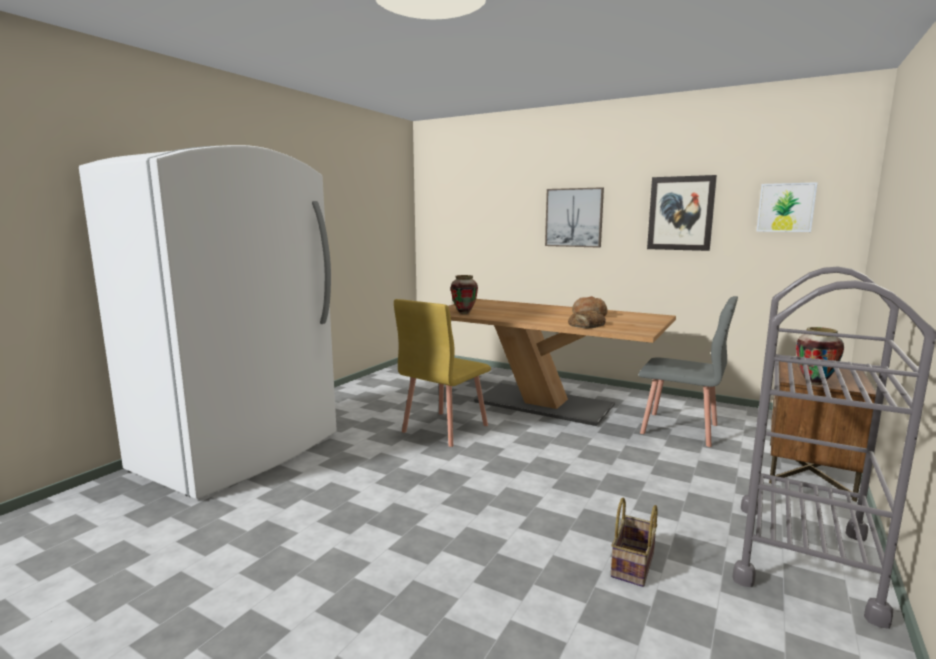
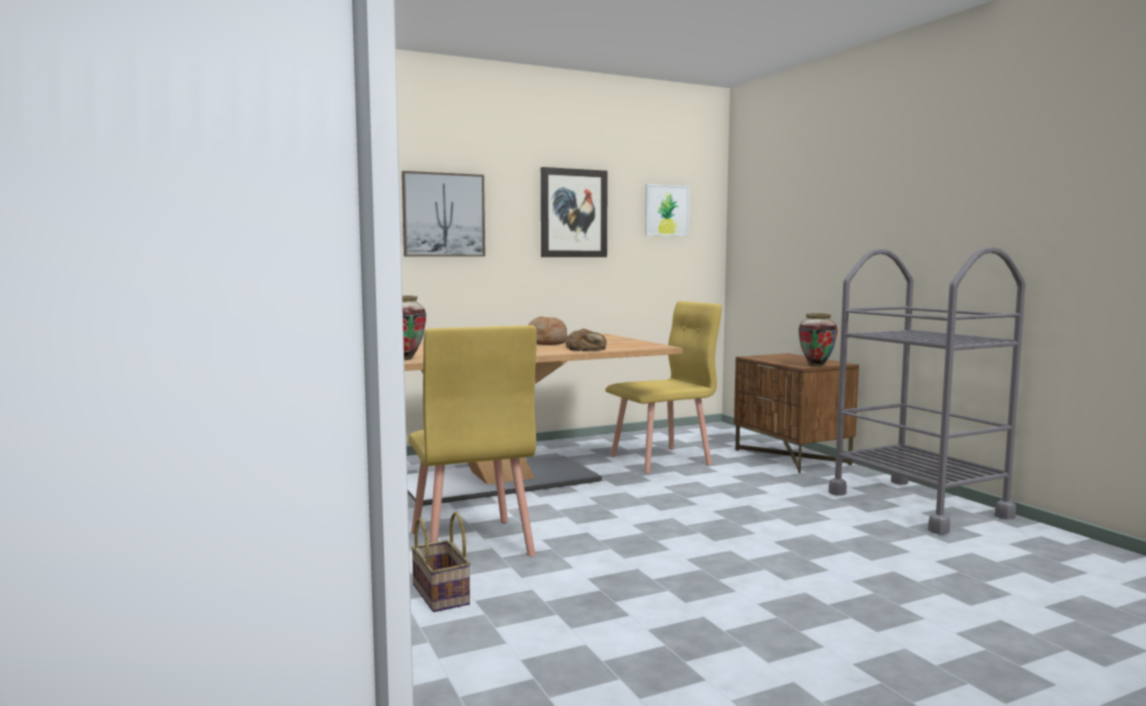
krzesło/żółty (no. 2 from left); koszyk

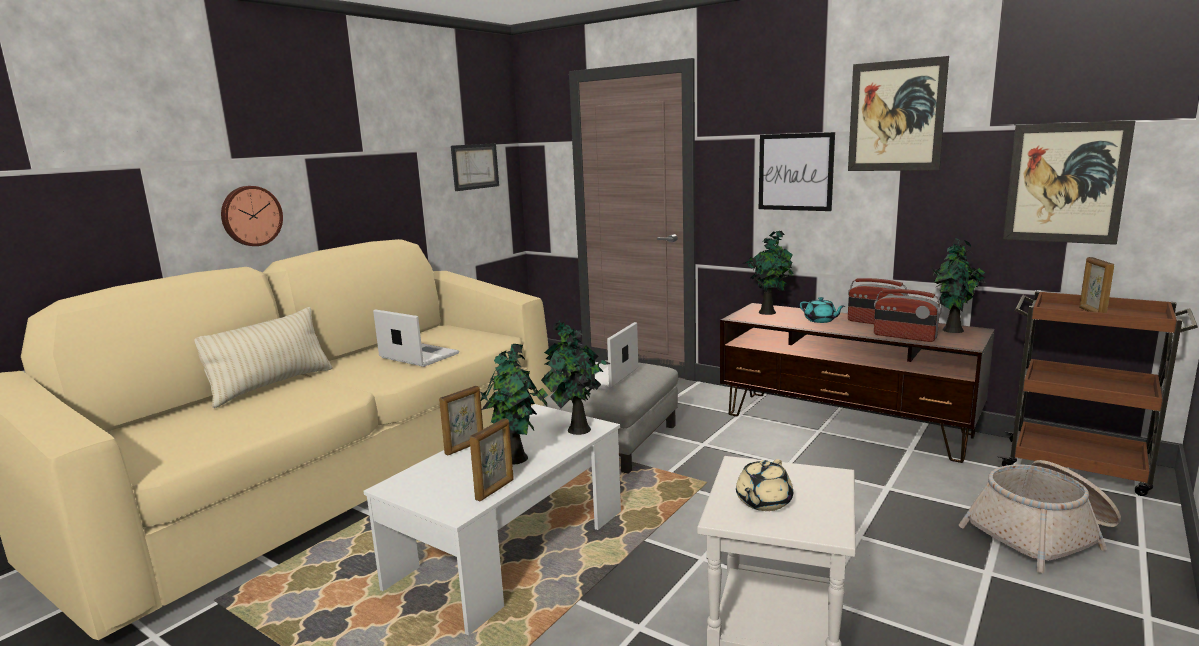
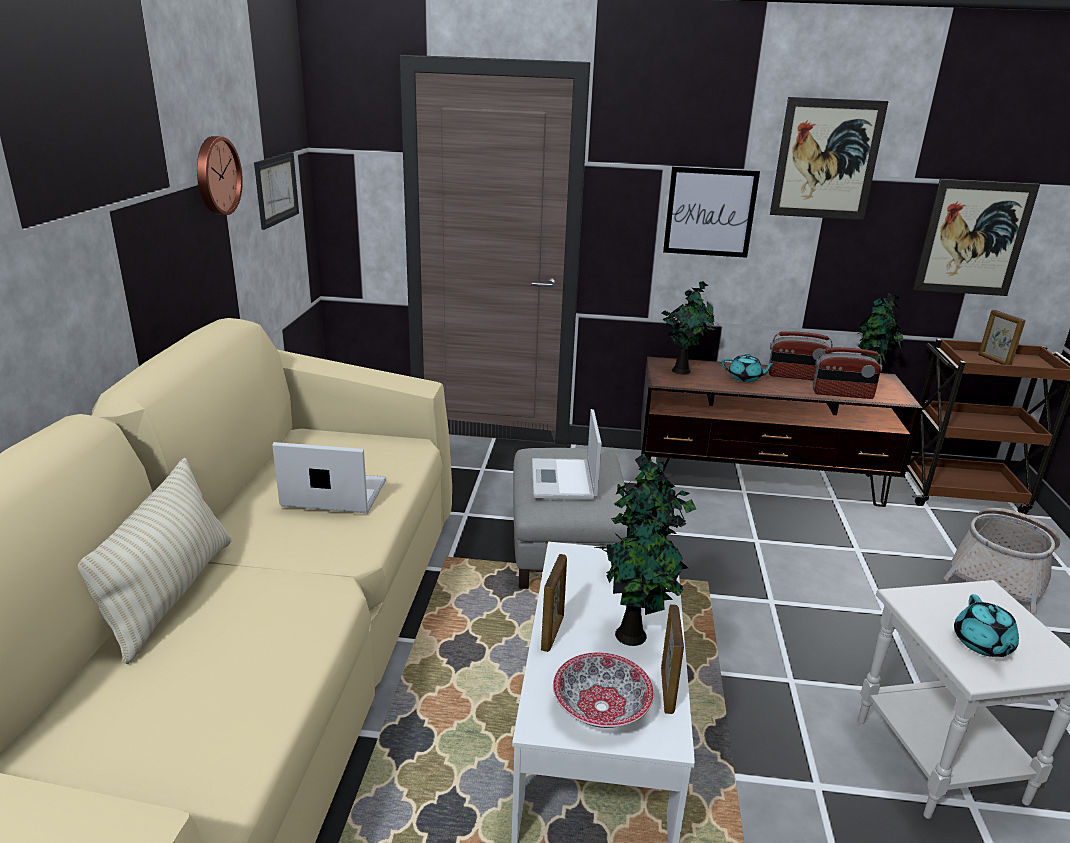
zegar ścienny; imbryk/turkusowy (no. 2 from left); miska

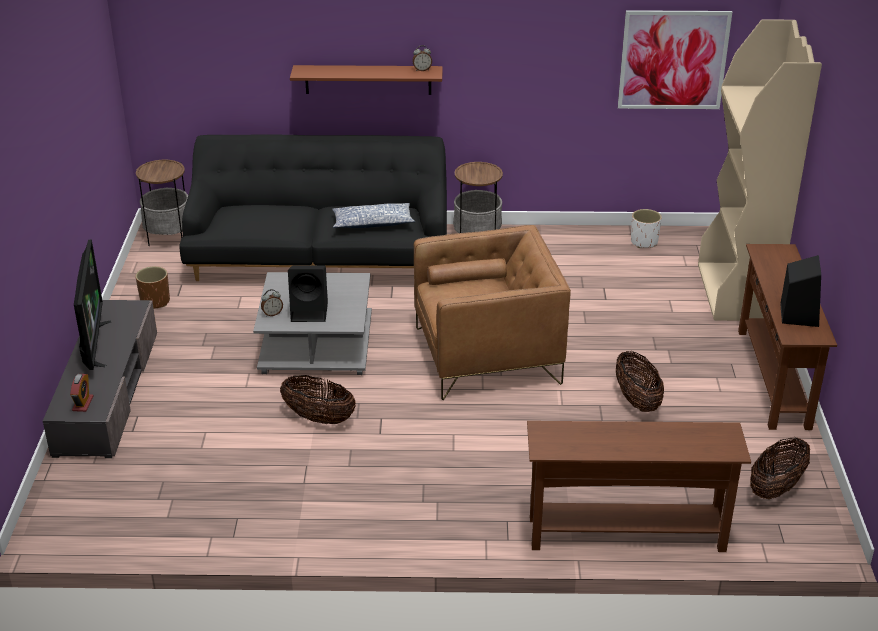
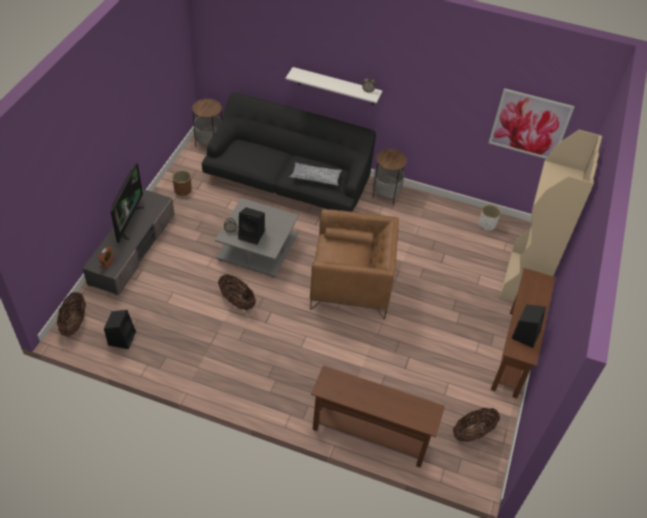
półka/biały; koszyk (no. 1 from left); głośnik/czarny (no. 1 from left)

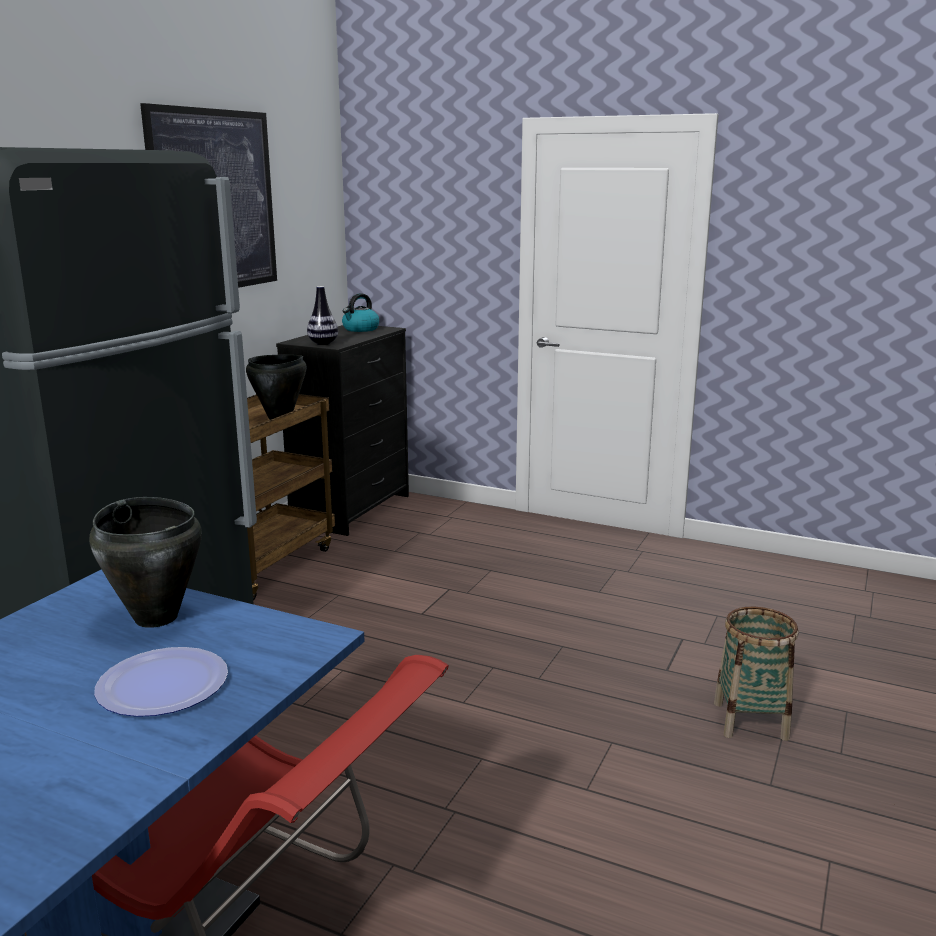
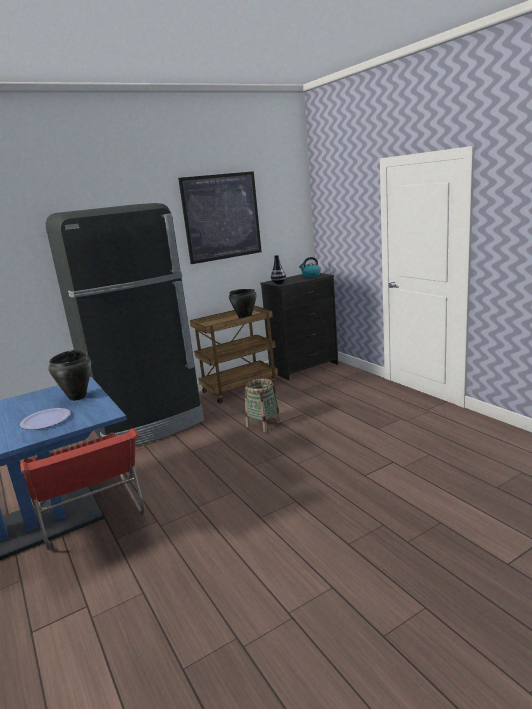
koszyk

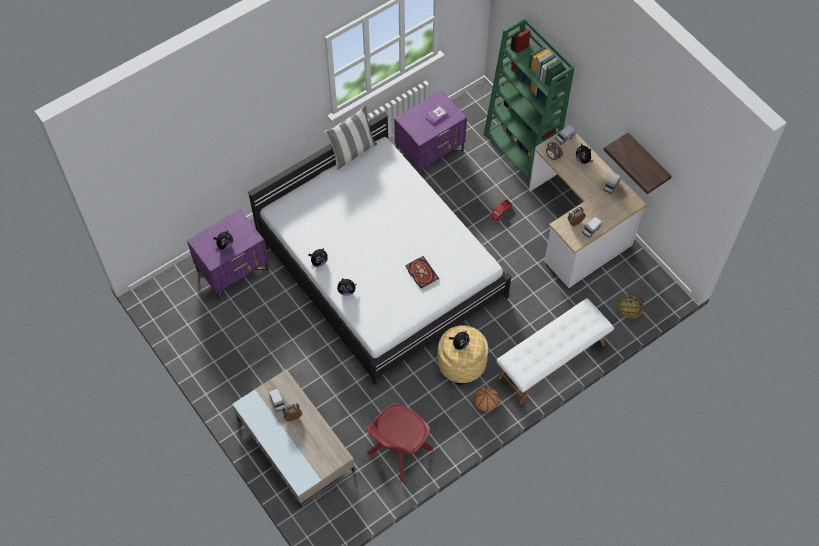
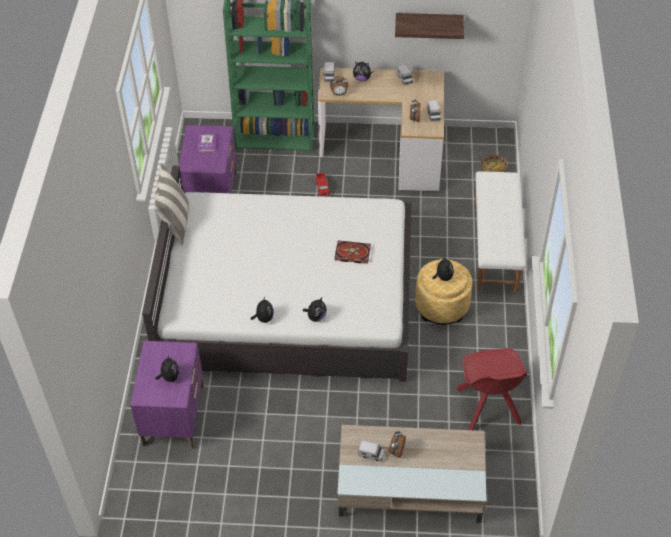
piłka do koszykówki

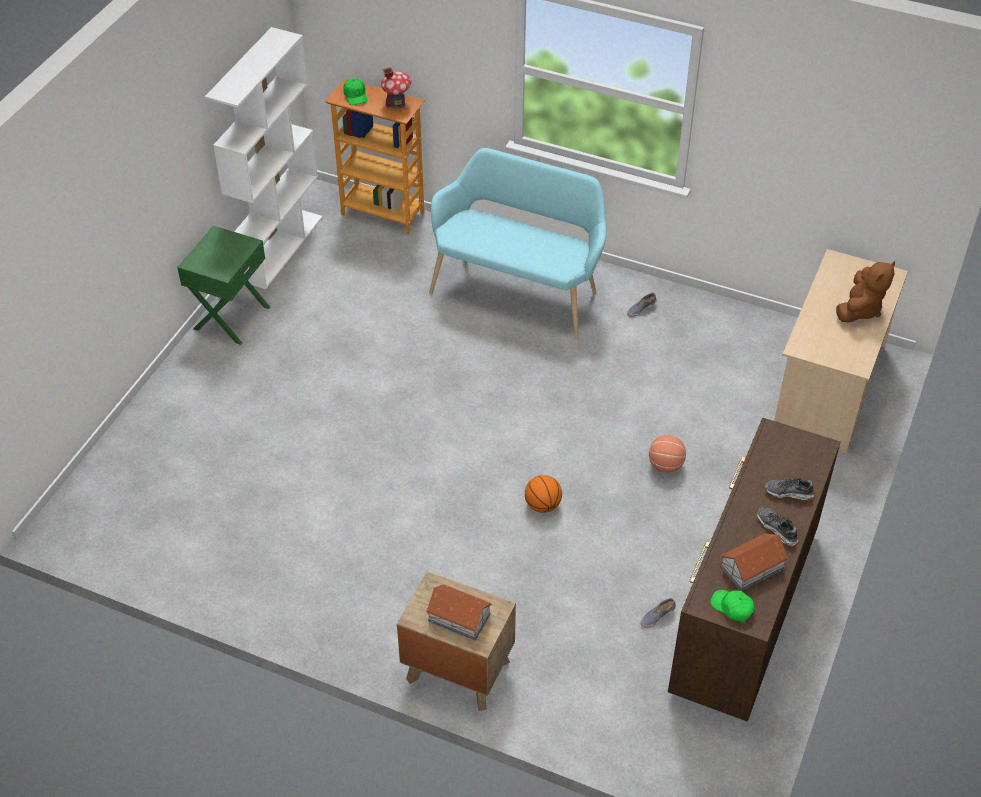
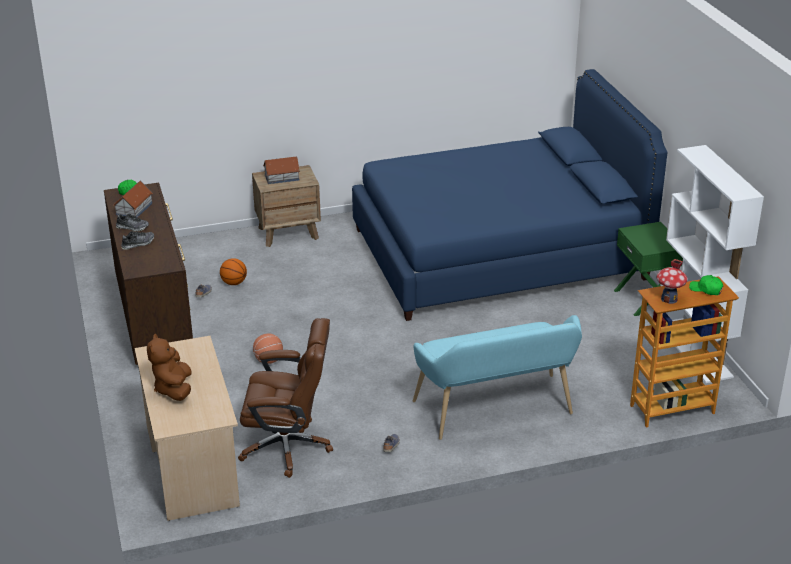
piłka do koszykówki (no. 1 from left); łóżko/niebieski; krzesło biurowe/brązowy

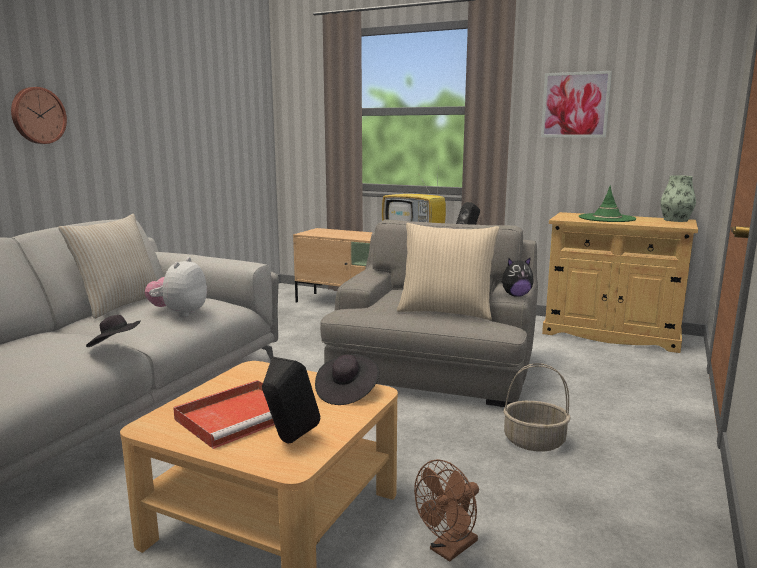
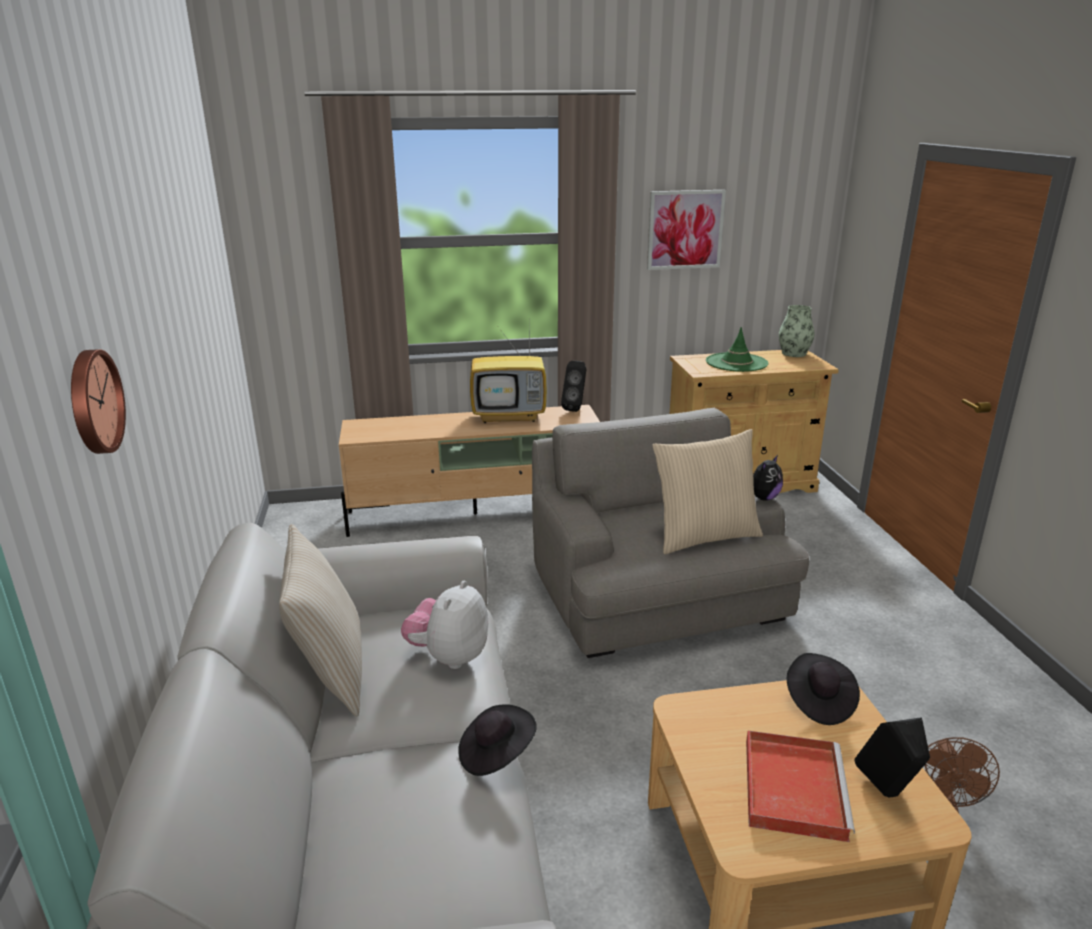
pluszak (no. 1 from left); koszyk

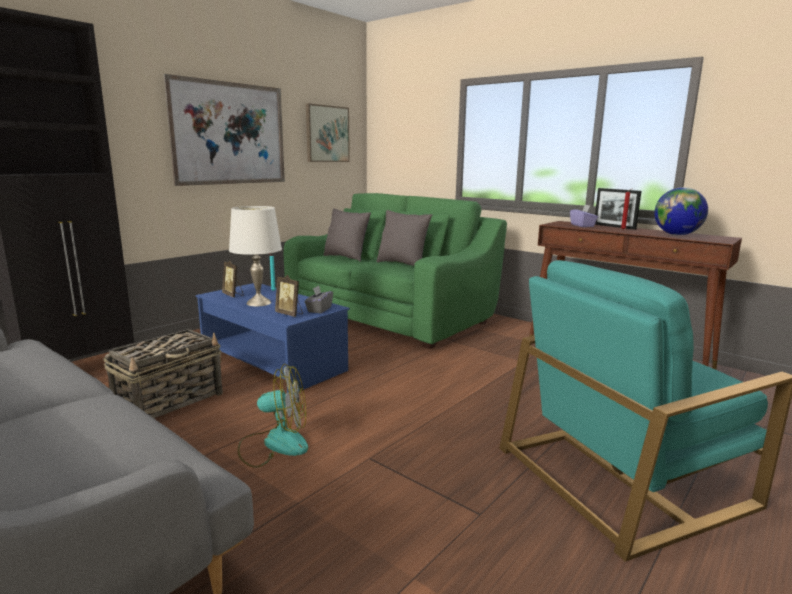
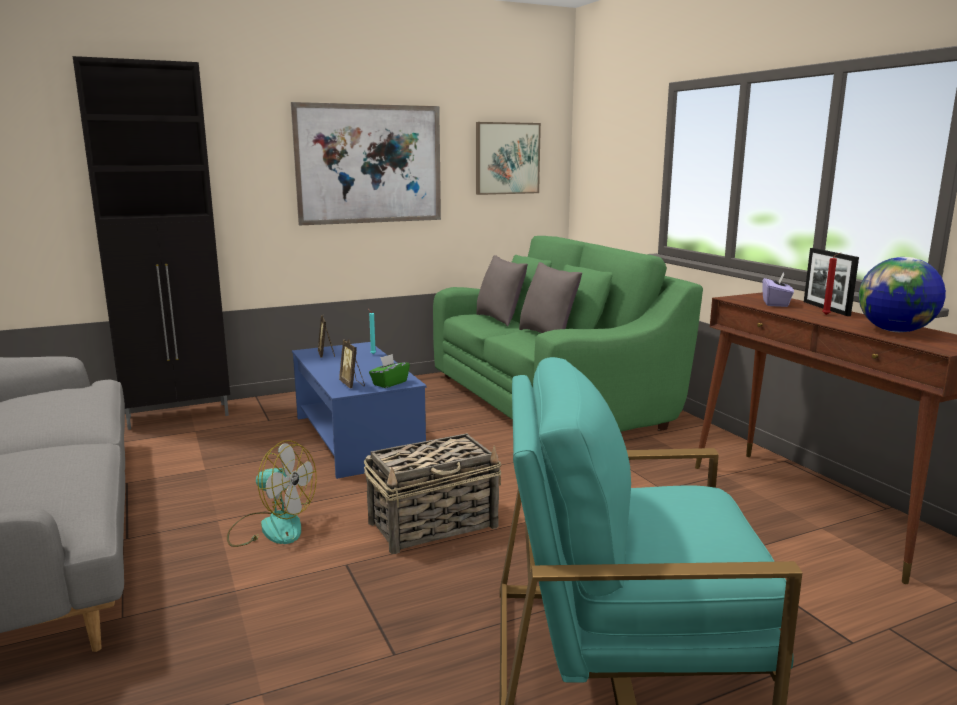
lampa stołowa/biały; pudełko chusteczek/zielony; koszyk

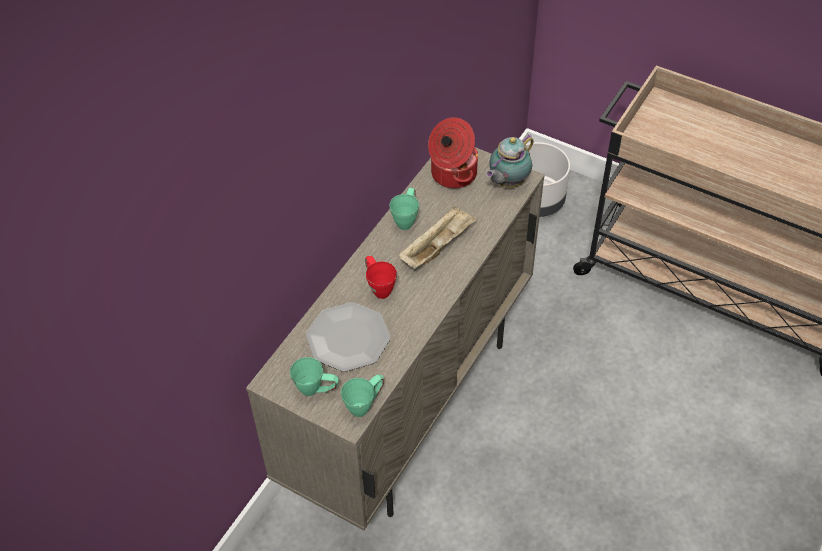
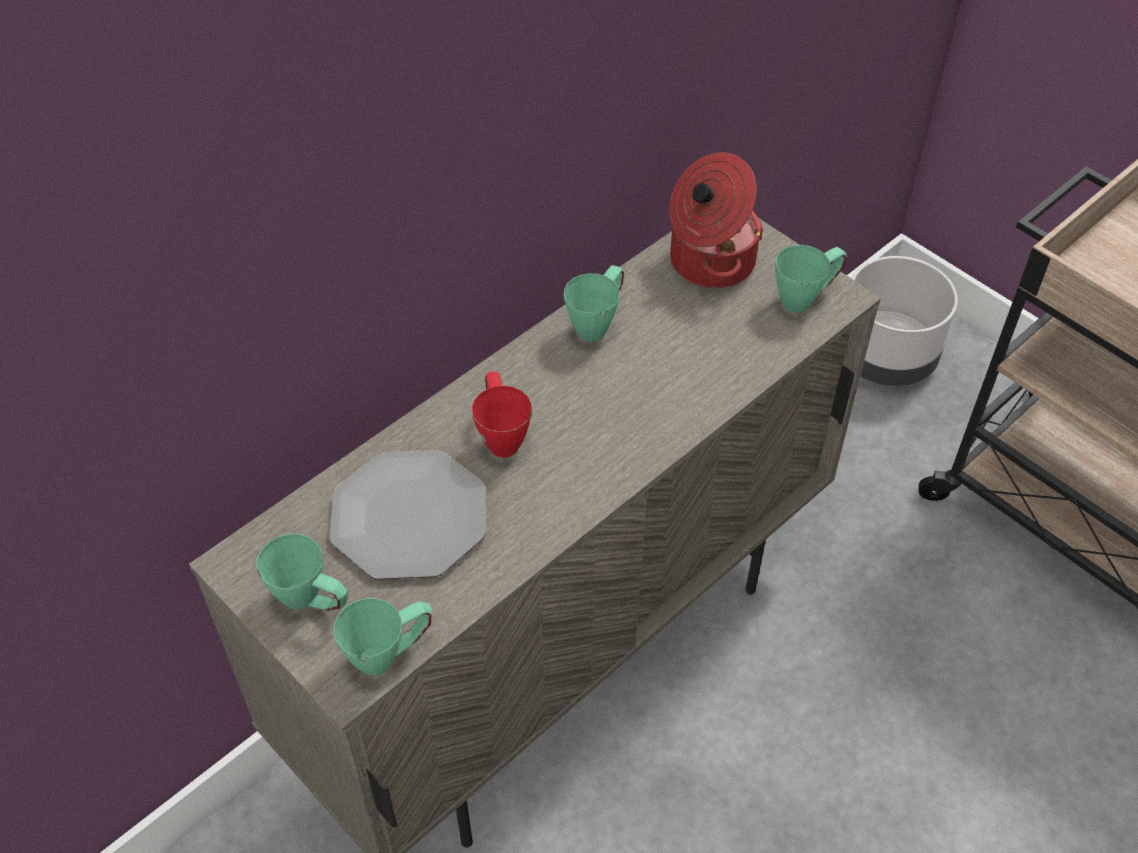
kubek/zielony (no. 4 from left); taca/beżowy

